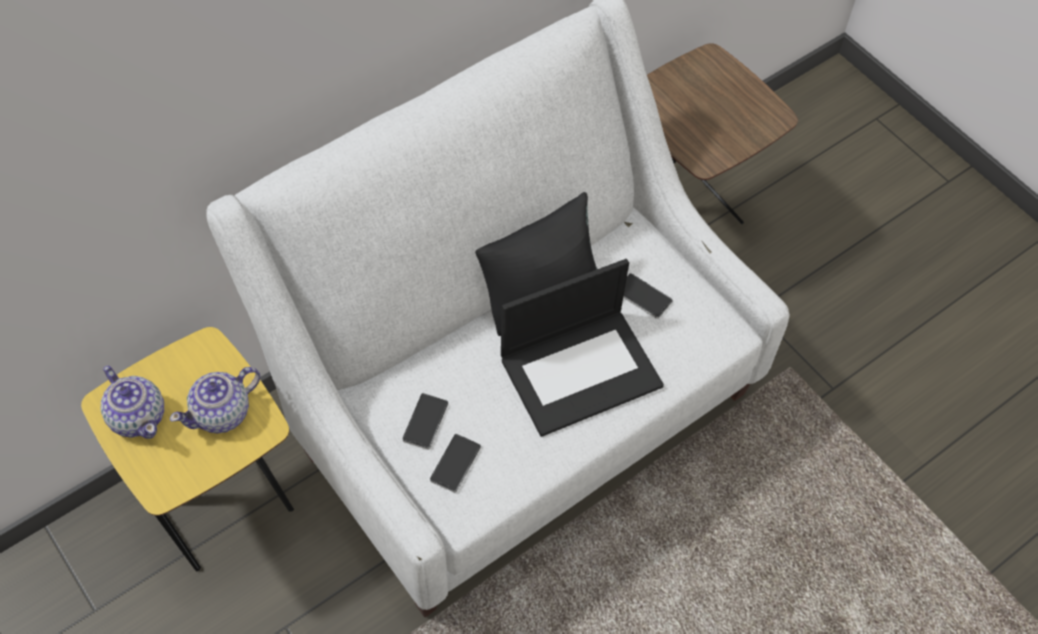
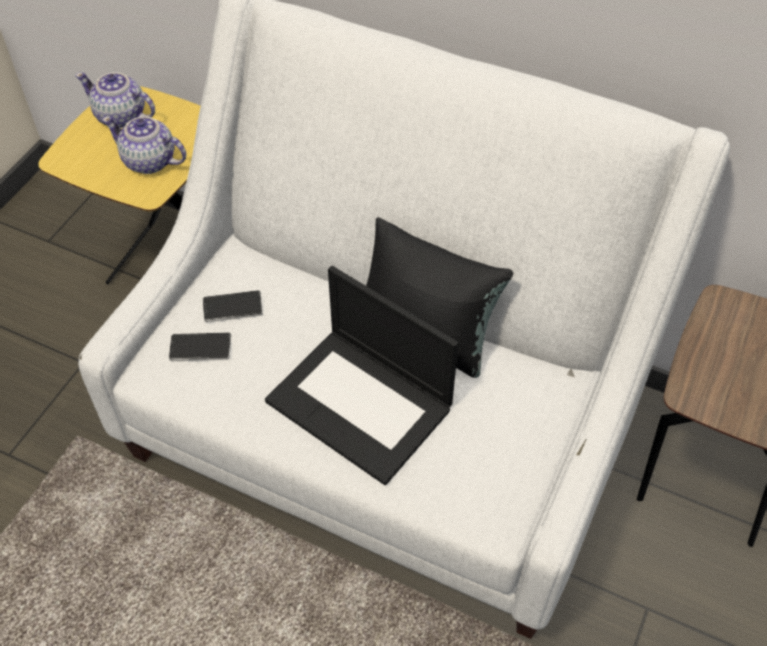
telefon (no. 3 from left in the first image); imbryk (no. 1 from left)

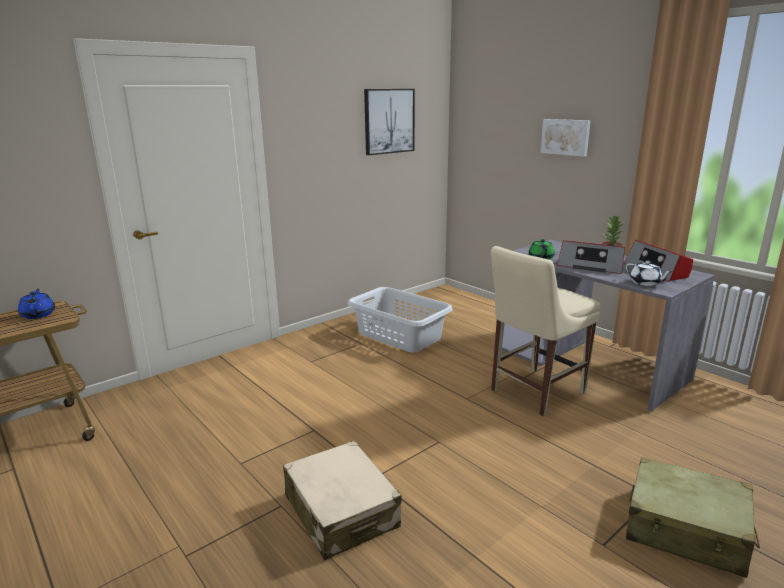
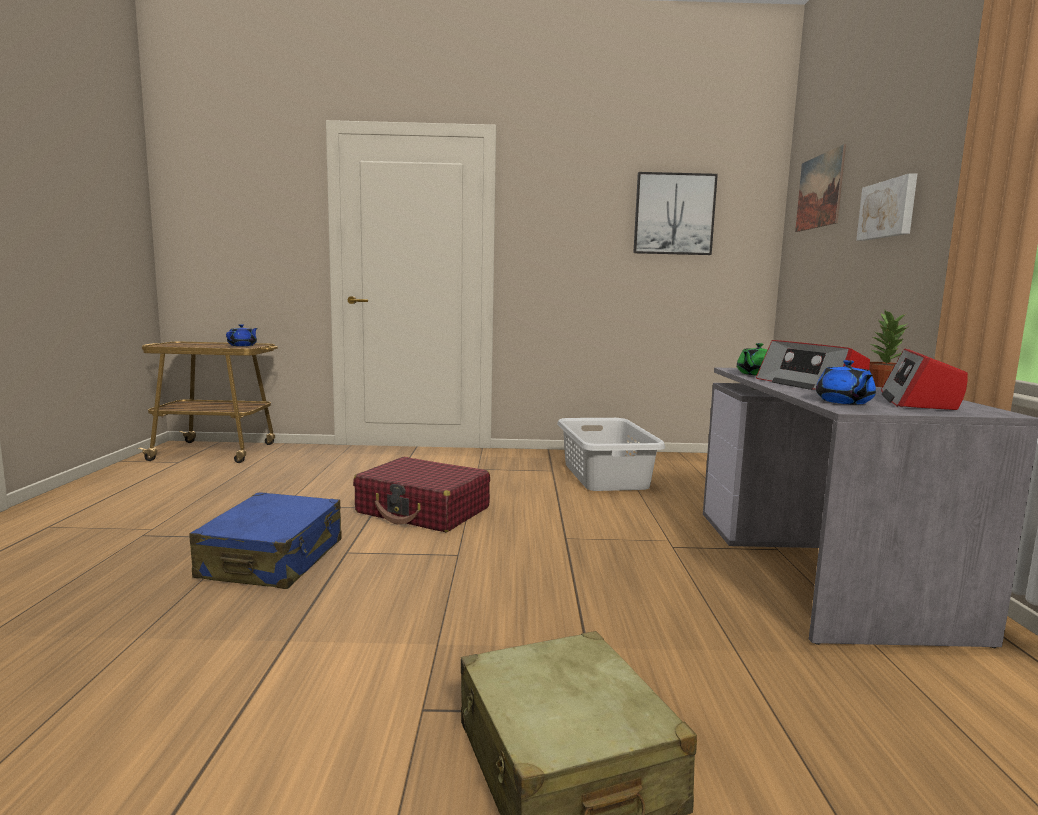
krzesło/beżowy; imbryk/niebieski (no. 2 from left); walizka/niebieski; obraz (no. 2 from left); walizka/czerwony

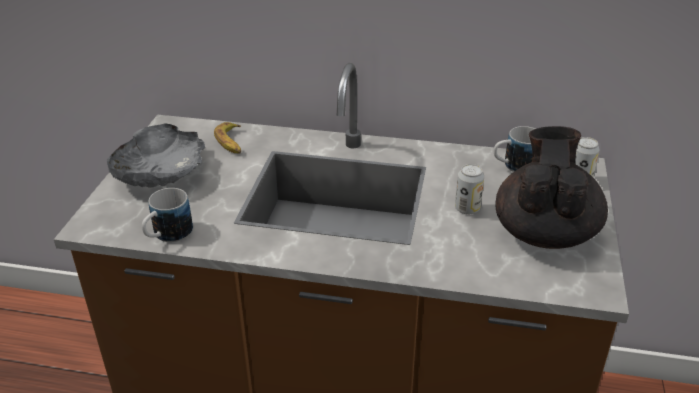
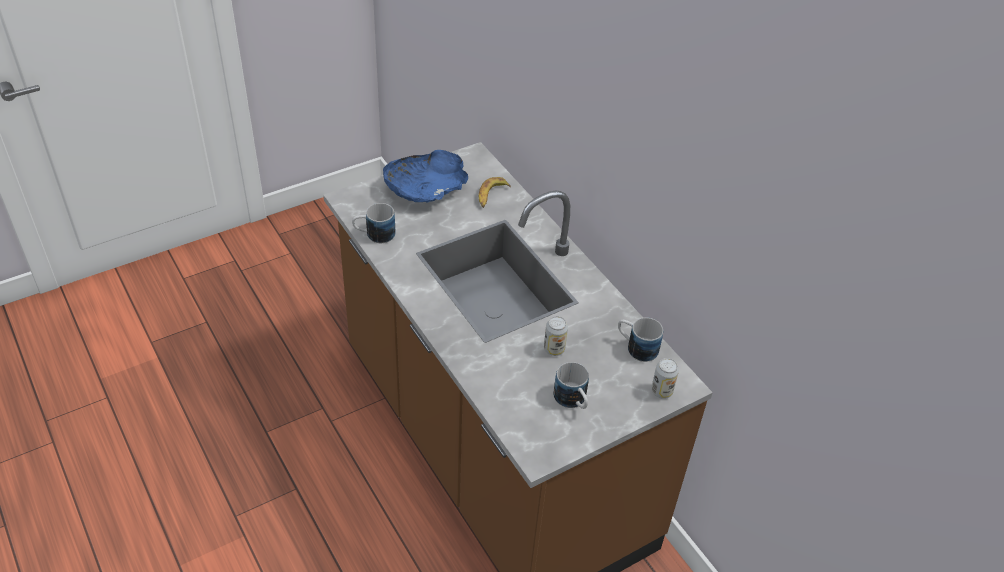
miska/niebieski; kubek (no. 2 from left)

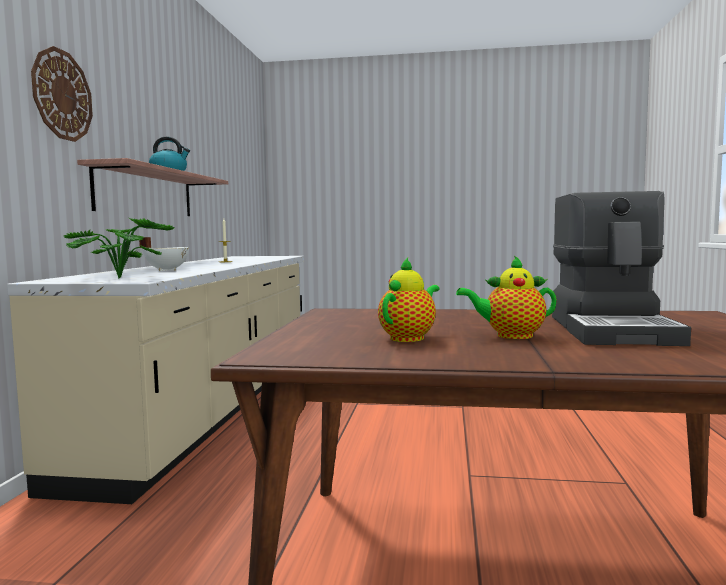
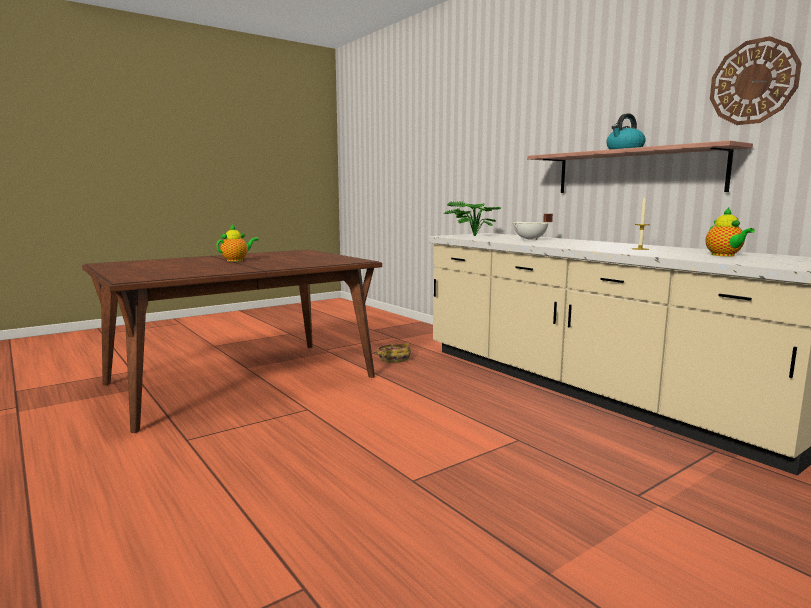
zegar ścienny; ekspres do kawy; imbryk (no. 2 from left); koszyk

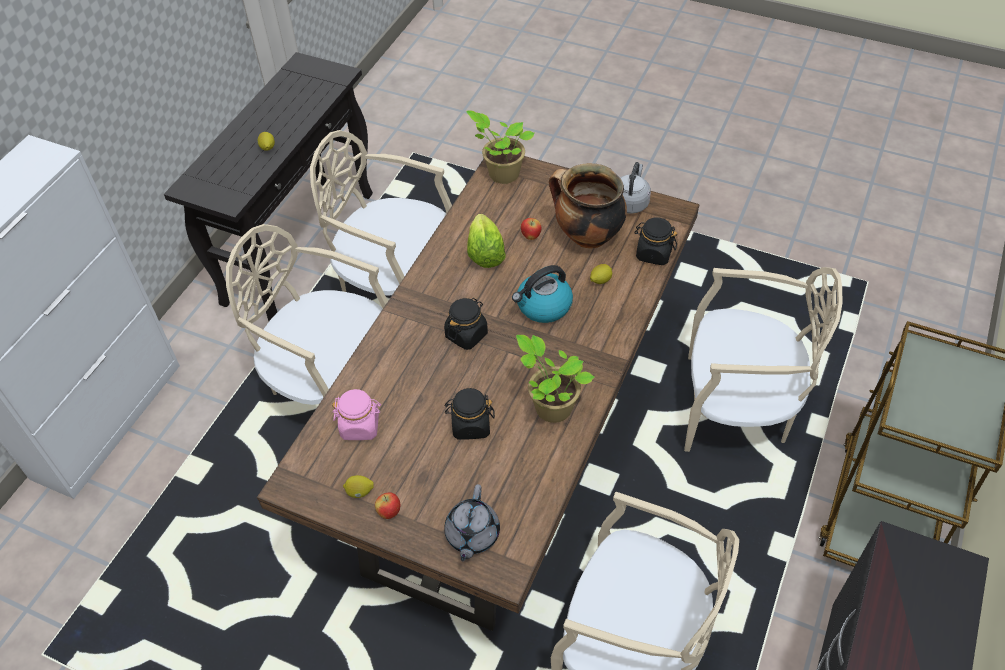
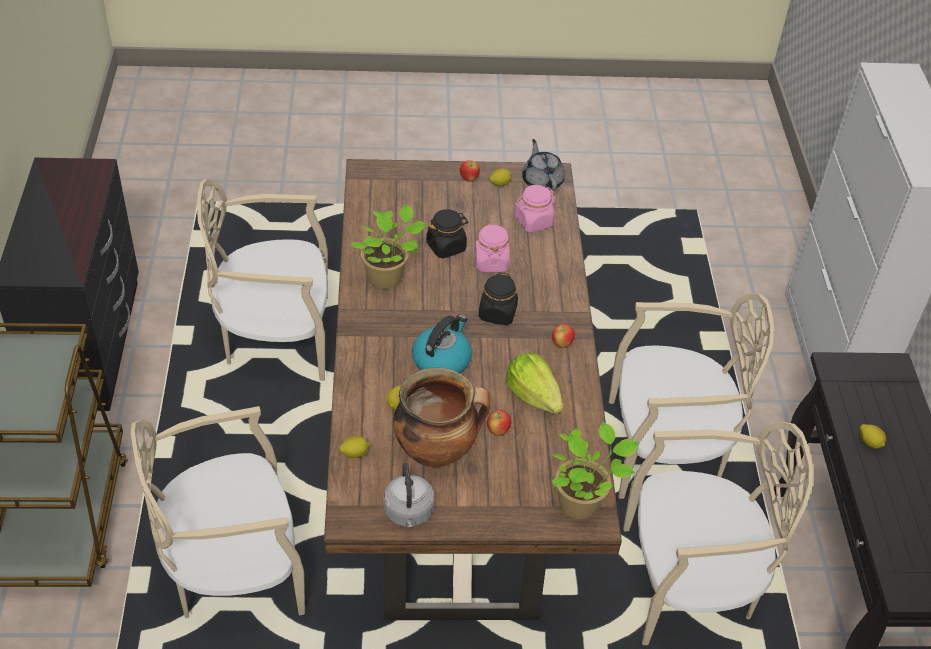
cytryna (no. 1 from left); imbryk/szary; słoik/różowy (no. 1 from left); jabłko (no. 3 from left)

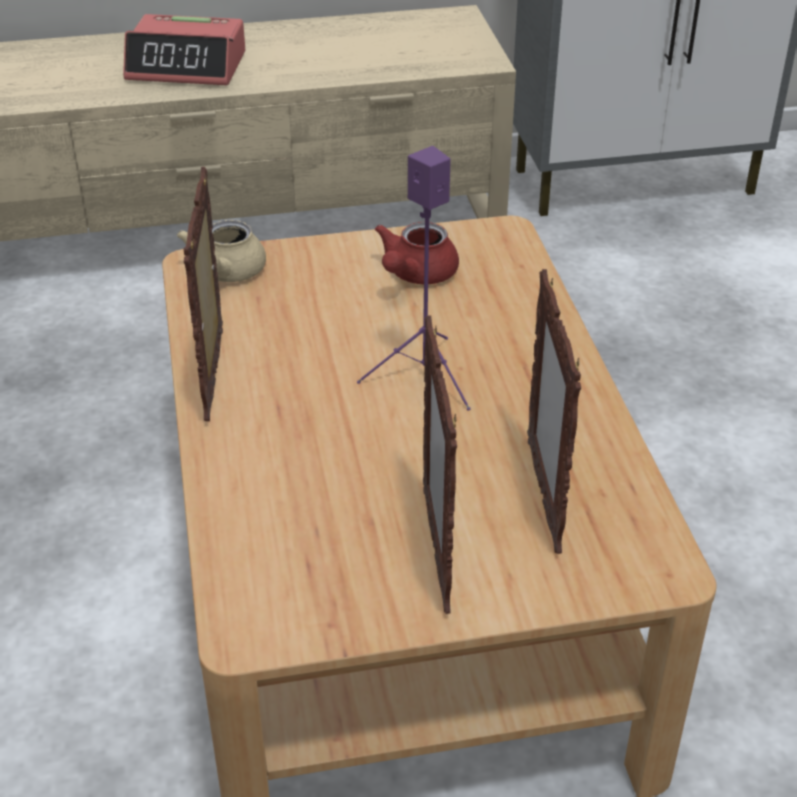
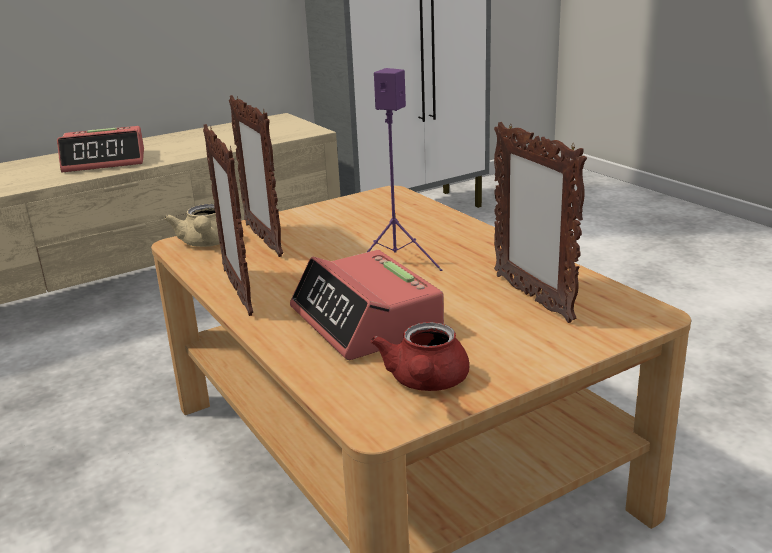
imbryk/czerwony; ramka na zdjęcie (no. 2 from left); budzik (no. 2 from left)

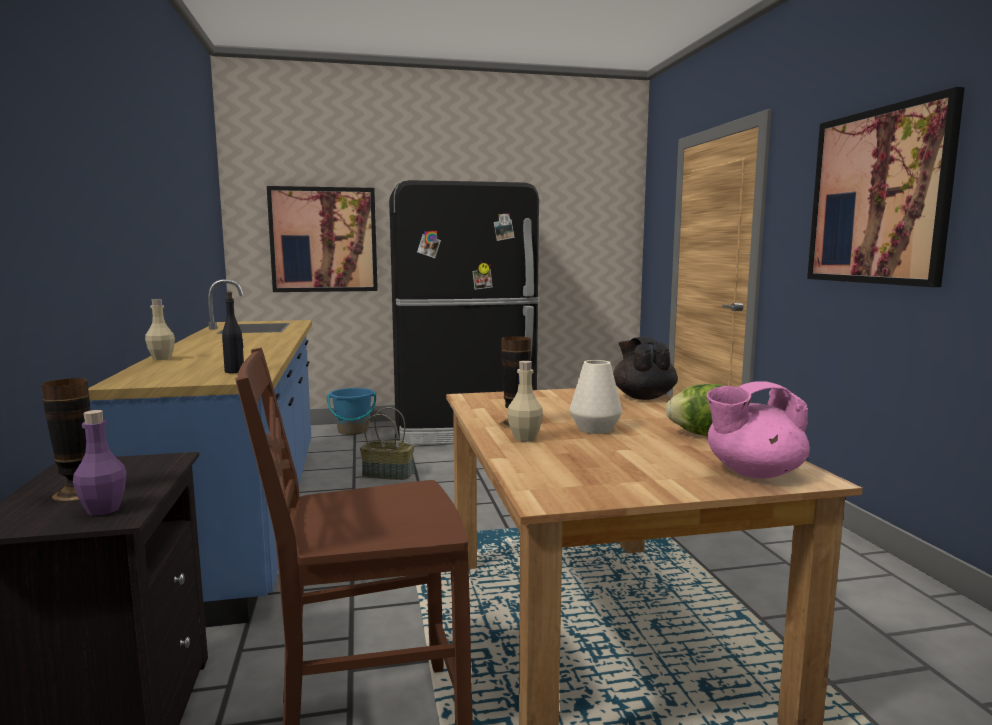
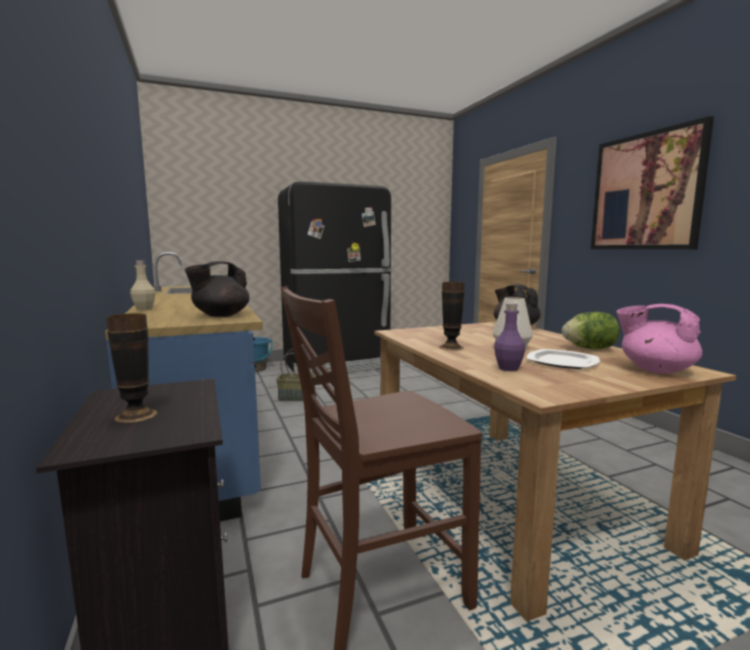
obraz (no. 1 from left in the first image); imbryk/czarny (no. 1 from left); butelka/beżowy (no. 2 from left in the first image); imbryk/różowy; butelka/fioletowy; talerz

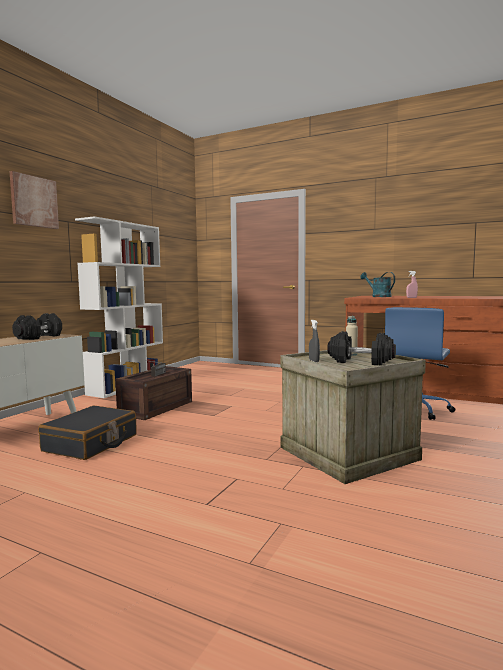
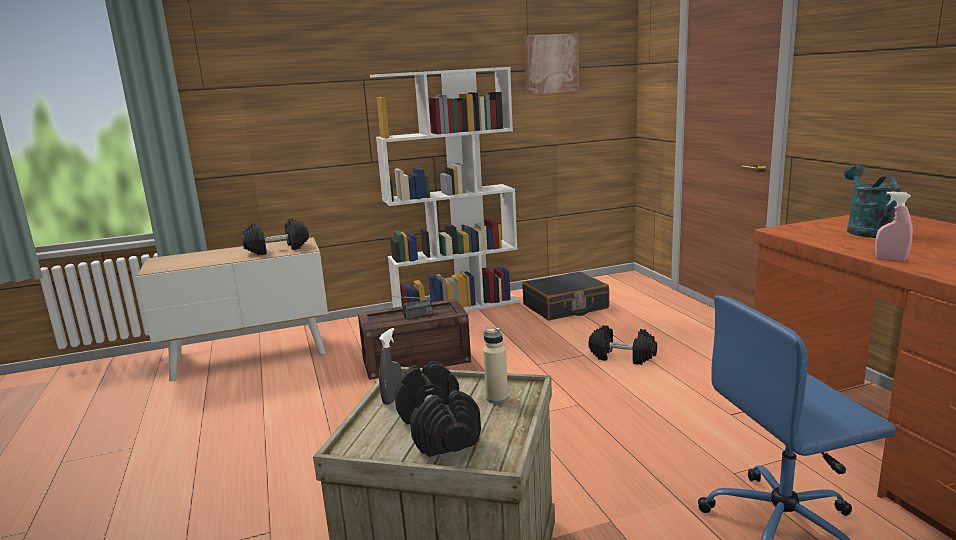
obraz; walizka/czarny; hantel/czarny (no. 3 from left)

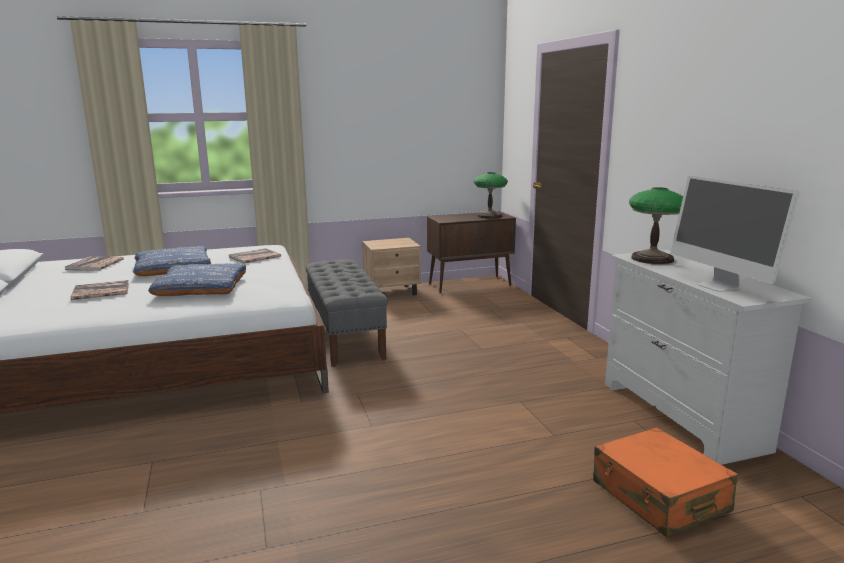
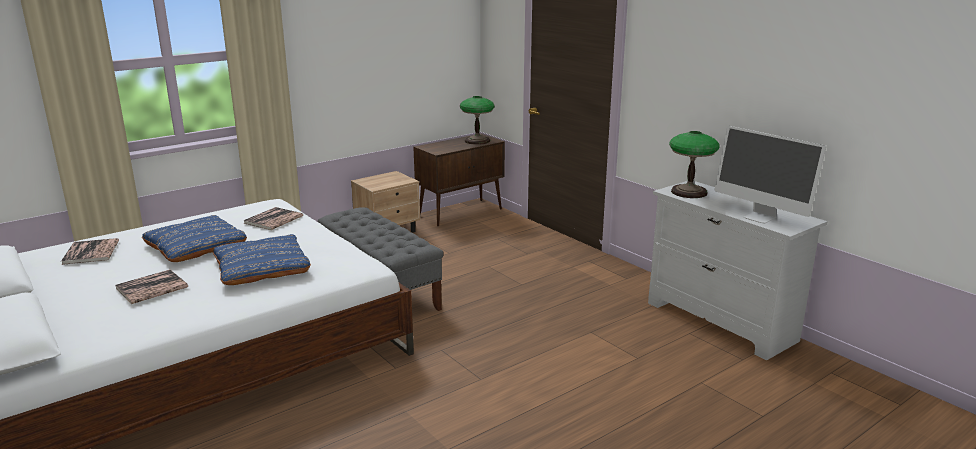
walizka/pomarańczowy

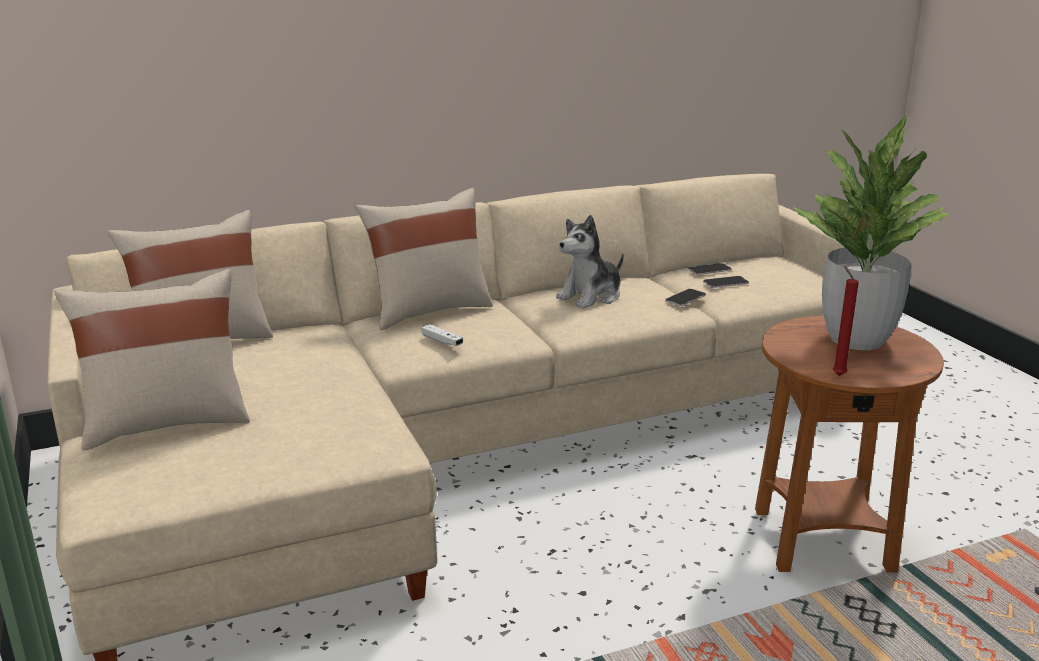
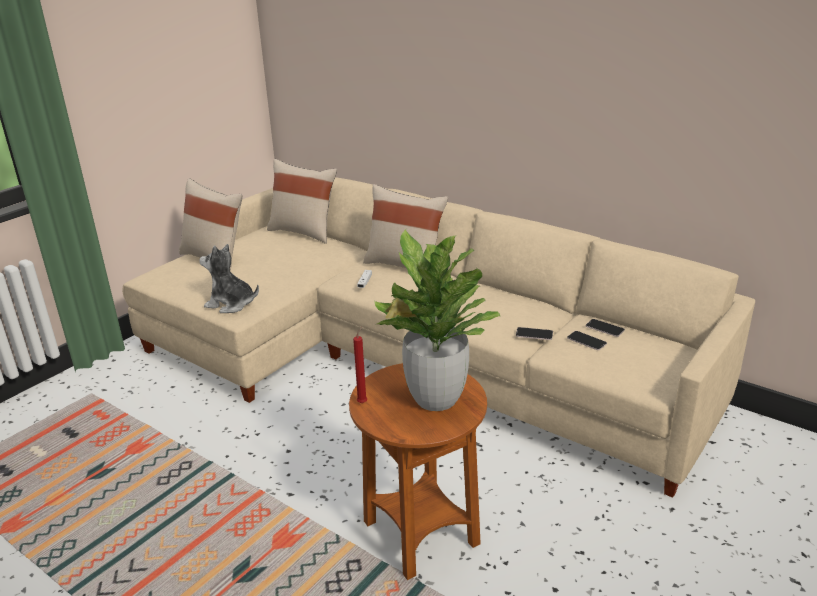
pluszak

